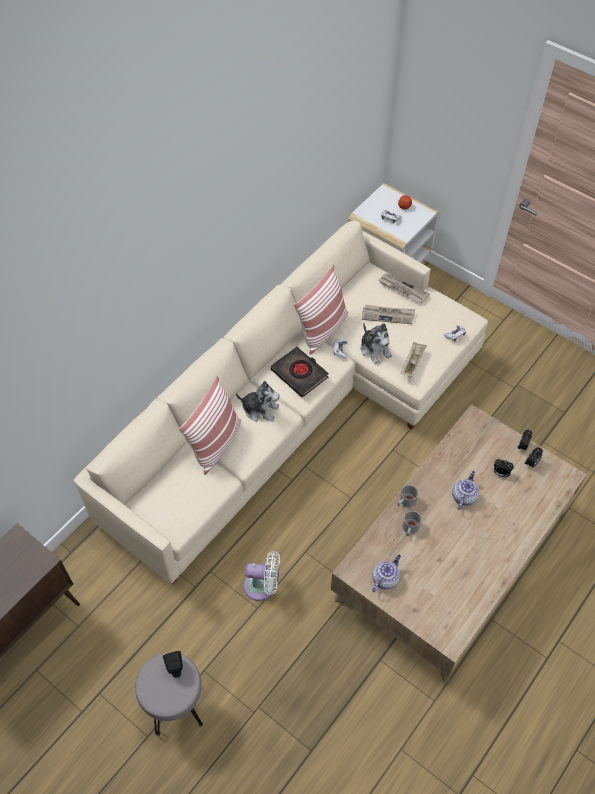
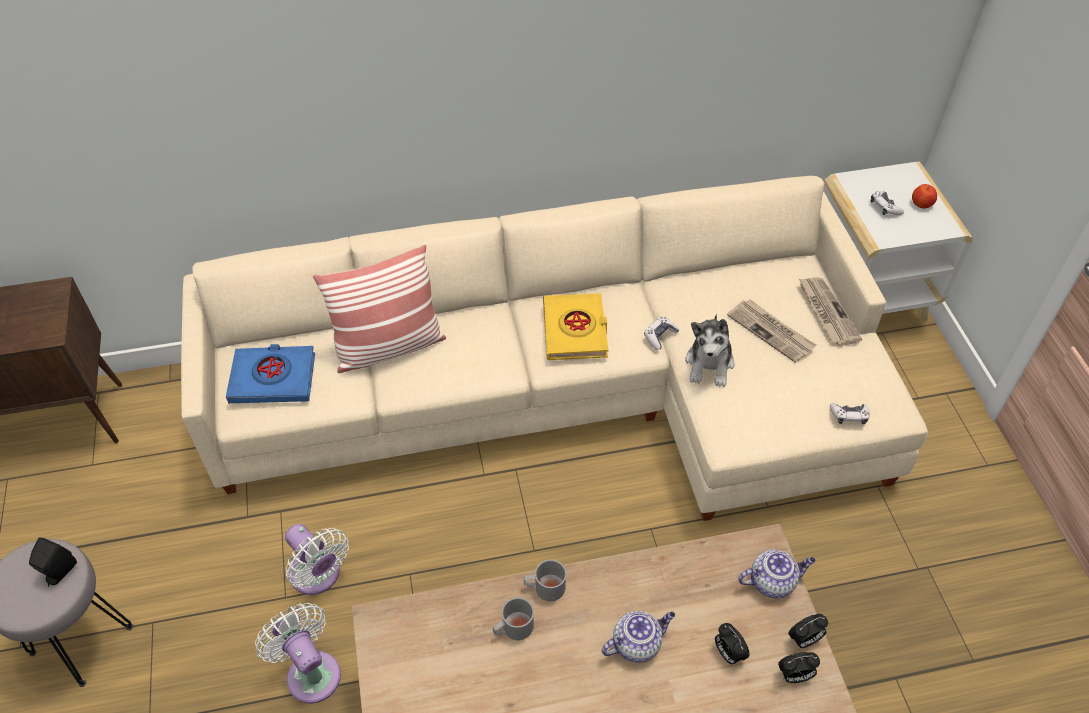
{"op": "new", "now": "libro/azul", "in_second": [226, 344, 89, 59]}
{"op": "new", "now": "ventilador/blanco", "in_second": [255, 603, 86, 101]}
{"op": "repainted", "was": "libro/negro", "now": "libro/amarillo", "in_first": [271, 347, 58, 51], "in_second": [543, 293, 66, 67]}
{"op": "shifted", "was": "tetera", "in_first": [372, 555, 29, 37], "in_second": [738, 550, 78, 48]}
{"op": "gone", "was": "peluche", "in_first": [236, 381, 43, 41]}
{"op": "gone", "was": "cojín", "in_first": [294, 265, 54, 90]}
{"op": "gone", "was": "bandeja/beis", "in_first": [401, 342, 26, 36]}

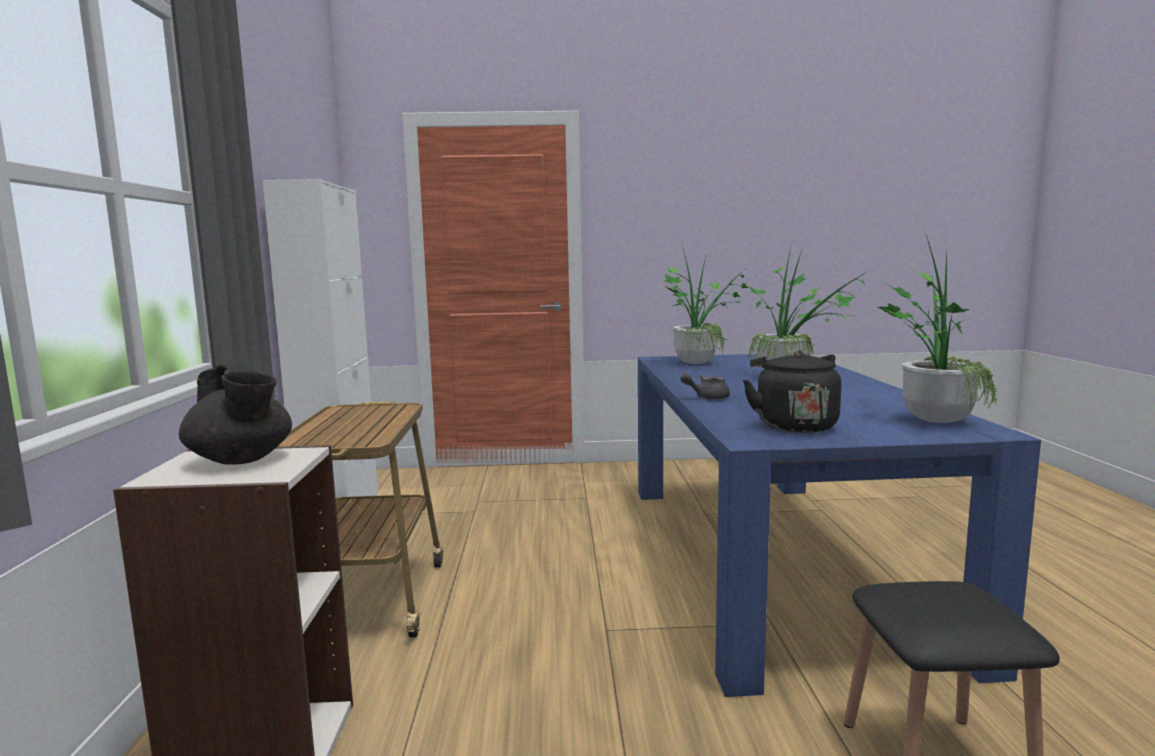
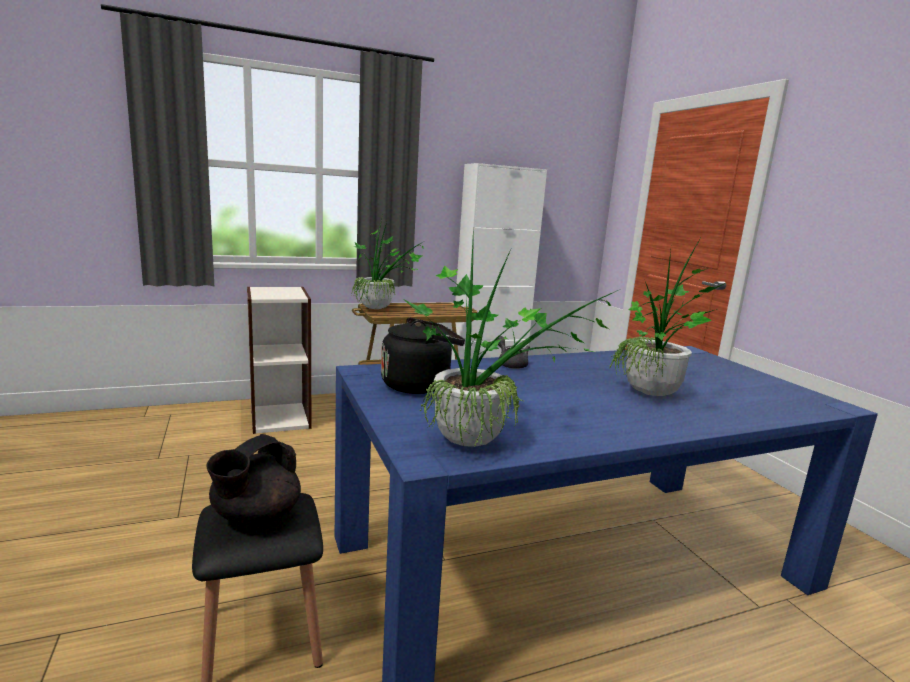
{"op": "shifted", "was": "tetera/negro", "in_first": [179, 363, 113, 102], "in_second": [206, 434, 95, 91]}
{"op": "shifted", "was": "planta en maceta", "in_first": [663, 246, 86, 118], "in_second": [351, 215, 75, 94]}

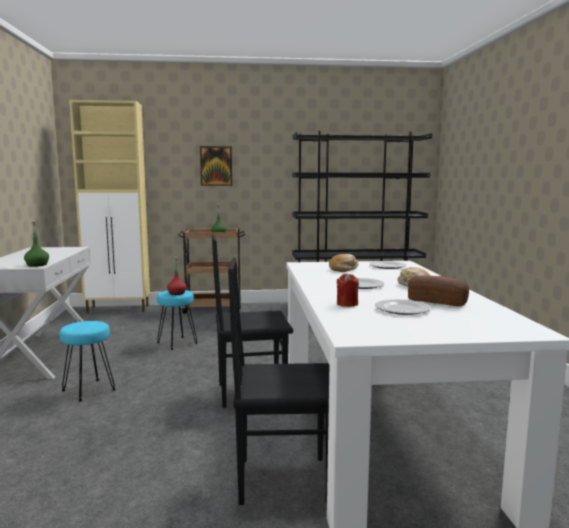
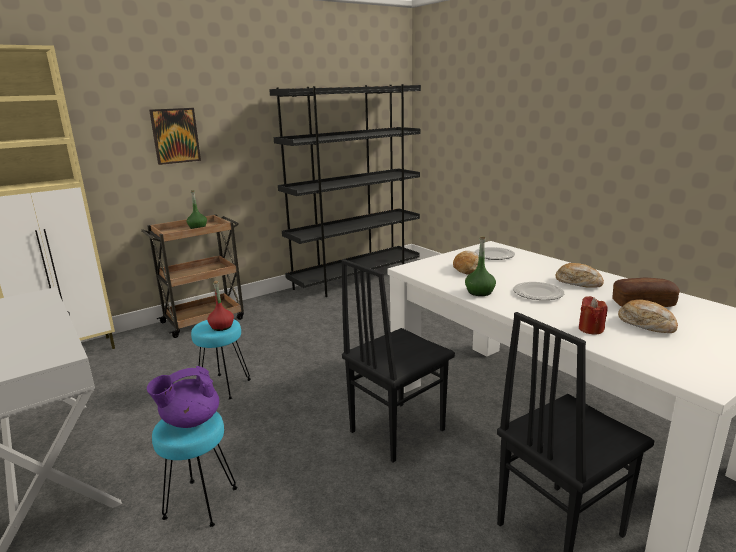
{"op": "new", "now": "tetera/morado", "in_second": [147, 366, 72, 62]}
{"op": "shifted", "was": "botella/verde", "in_first": [24, 222, 25, 45], "in_second": [465, 236, 31, 60]}
{"op": "swapped", "was": "plato", "now": "pan", "in_first": [375, 299, 56, 16], "in_second": [618, 299, 60, 34]}

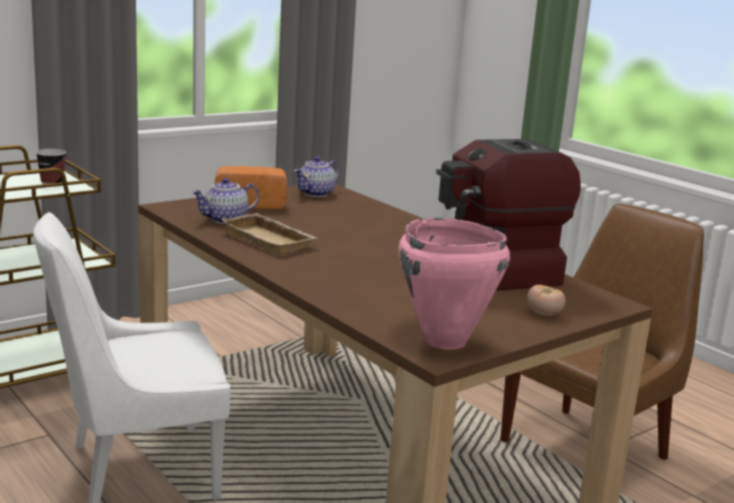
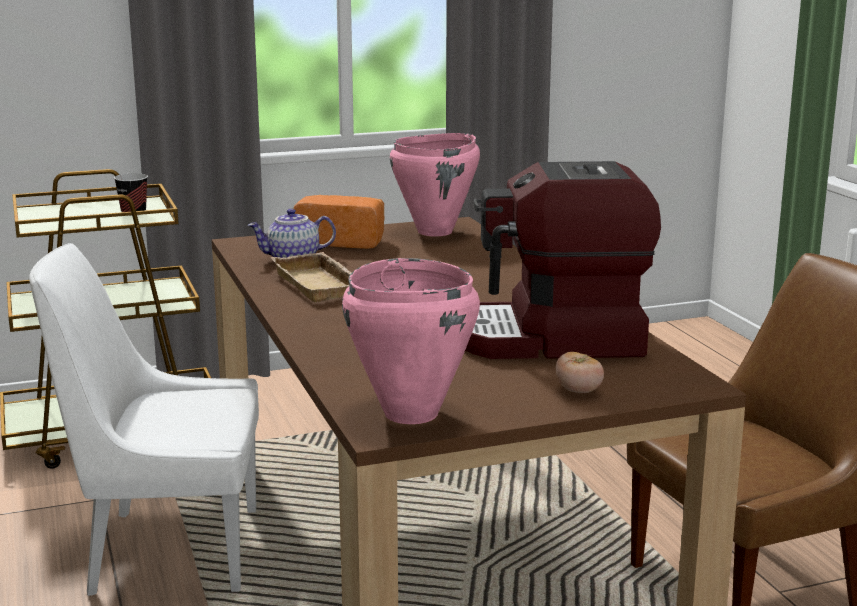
{"op": "swapped", "was": "tetera", "now": "olla/rosa", "in_first": [294, 156, 45, 41], "in_second": [390, 133, 90, 103]}

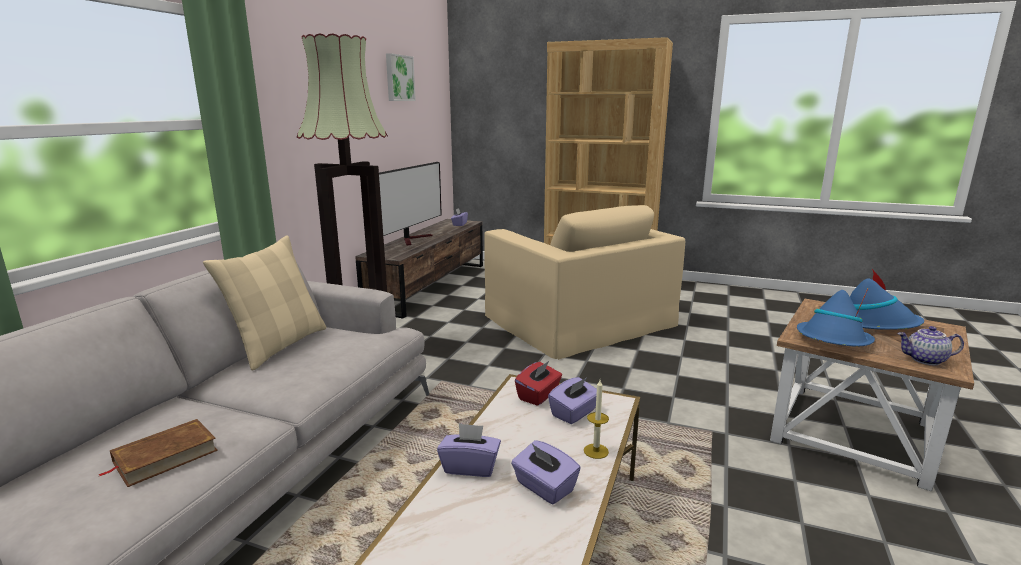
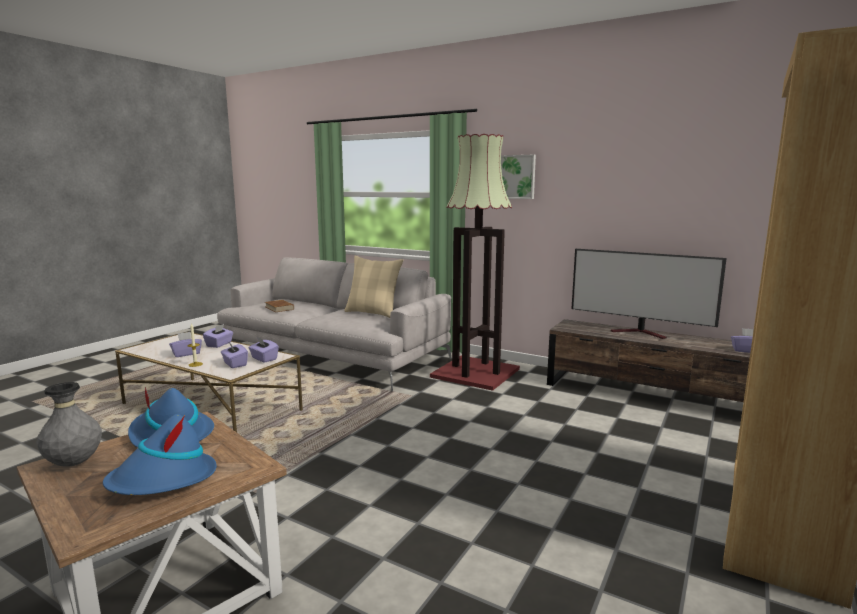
{"op": "swapped", "was": "tetera", "now": "florero/gris", "in_first": [897, 326, 67, 39], "in_second": [37, 382, 65, 85]}
{"op": "repainted", "was": "caja de pañuelos/rojo", "now": "caja de pañuelos/morado", "in_first": [515, 361, 47, 45], "in_second": [249, 337, 30, 26]}
{"op": "shifted", "was": "cuadro", "in_first": [386, 53, 30, 48], "in_second": [501, 155, 35, 44]}
{"op": "gone", "was": "sillón/beis", "in_first": [484, 205, 201, 155]}

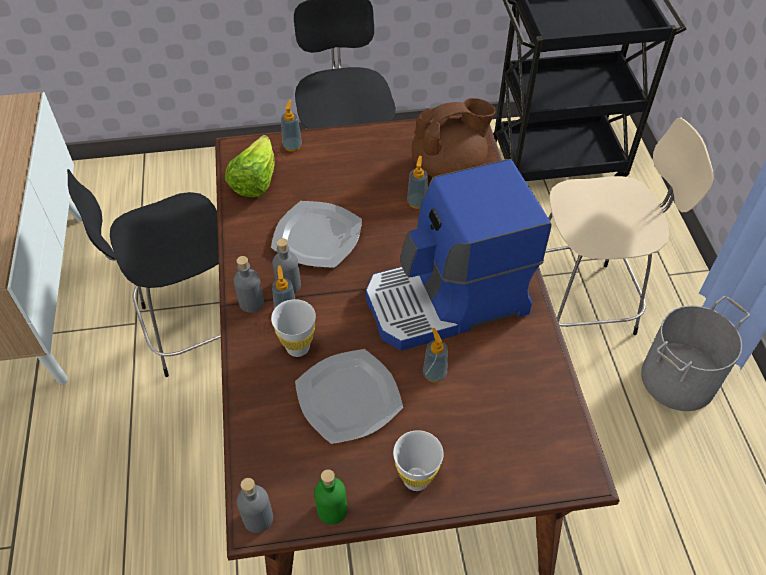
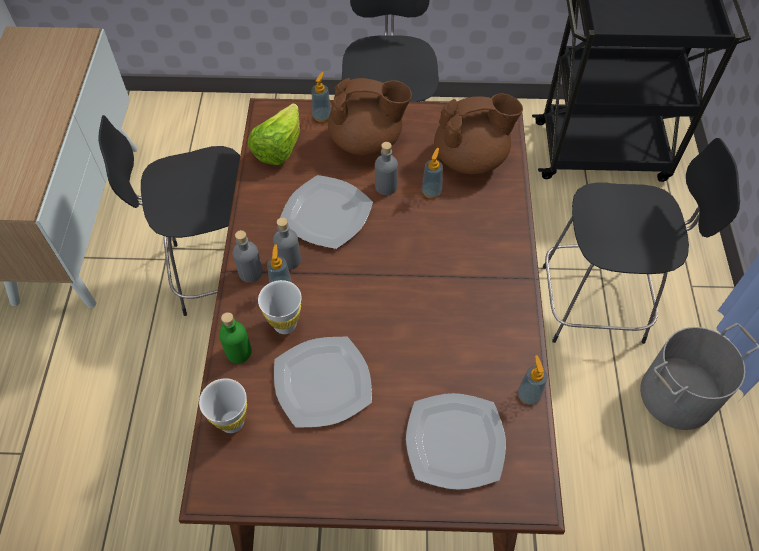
{"op": "shifted", "was": "taza/blanco", "in_first": [393, 430, 51, 61], "in_second": [199, 378, 48, 55]}
{"op": "shifted", "was": "botella/verde", "in_first": [314, 469, 33, 56], "in_second": [219, 312, 33, 51]}
{"op": "new", "now": "tetera/marrón", "in_second": [328, 78, 84, 77]}
{"op": "shifted", "was": "botella/gris", "in_first": [237, 478, 36, 55], "in_second": [375, 142, 23, 53]}
{"op": "new", "now": "plato", "in_second": [406, 393, 100, 97]}
{"op": "shifted", "was": "dispensador de jabón", "in_first": [423, 328, 25, 55], "in_second": [517, 355, 31, 50]}
{"op": "repainted", "was": "taburete/beis", "now": "taburete/negro", "in_first": [545, 117, 169, 218], "in_second": [543, 138, 197, 206]}
{"op": "gone", "was": "cafetera", "in_first": [366, 159, 186, 192]}

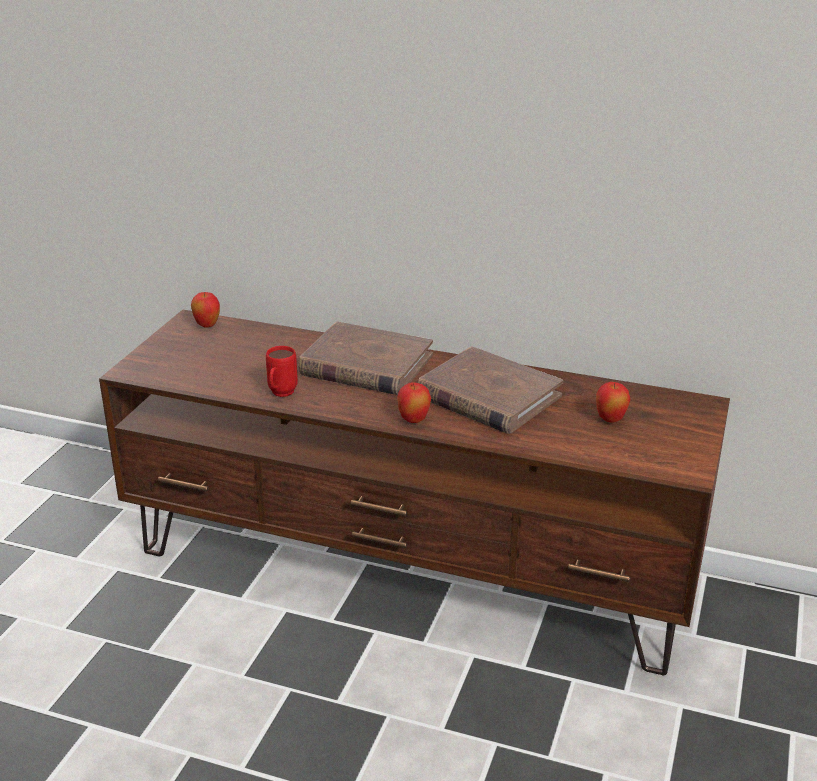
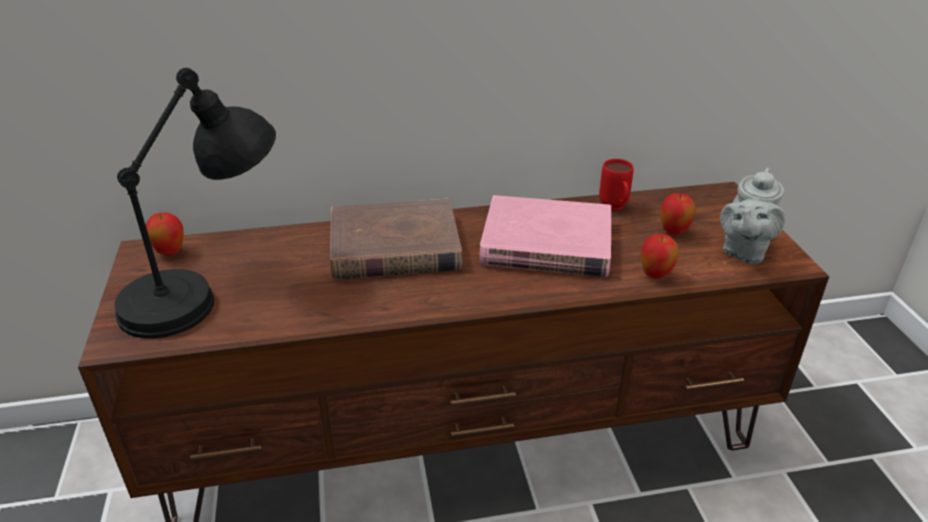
{"op": "new", "now": "lámpara de mesa/negro", "in_second": [115, 68, 161, 270]}
{"op": "repainted", "was": "libro/marrón", "now": "libro/rosa", "in_first": [418, 346, 145, 88], "in_second": [479, 195, 132, 82]}
{"op": "shifted", "was": "taza grande/rojo", "in_first": [266, 346, 32, 51], "in_second": [599, 159, 35, 52]}
{"op": "shifted", "was": "manzana", "in_first": [397, 382, 34, 41], "in_second": [641, 234, 38, 45]}
{"op": "new", "now": "tetera/gris", "in_second": [720, 168, 65, 96]}

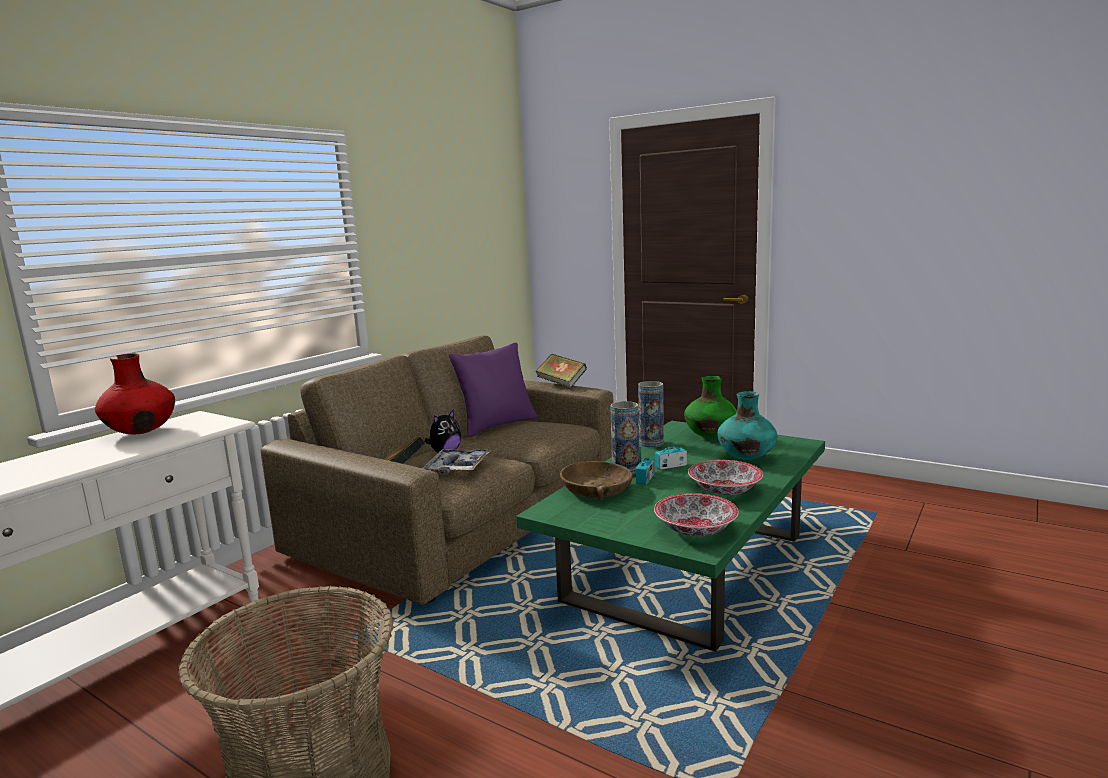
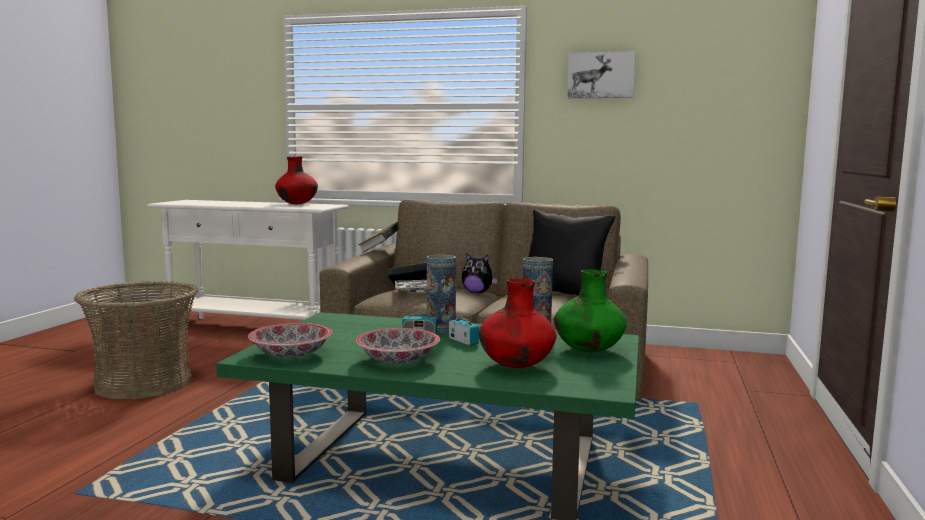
{"op": "shifted", "was": "libro", "in_first": [536, 354, 51, 34], "in_second": [358, 222, 40, 31]}
{"op": "repainted", "was": "florero/turquesa", "now": "florero/rojo", "in_first": [717, 391, 61, 69], "in_second": [478, 278, 79, 90]}
{"op": "repainted", "was": "cojín/morado", "now": "cojín/negro", "in_first": [448, 342, 90, 95], "in_second": [529, 209, 86, 87]}
{"op": "new", "now": "cuadro", "in_second": [567, 51, 69, 47]}
{"op": "gone", "was": "cuenco/marrón", "in_first": [560, 461, 73, 39]}

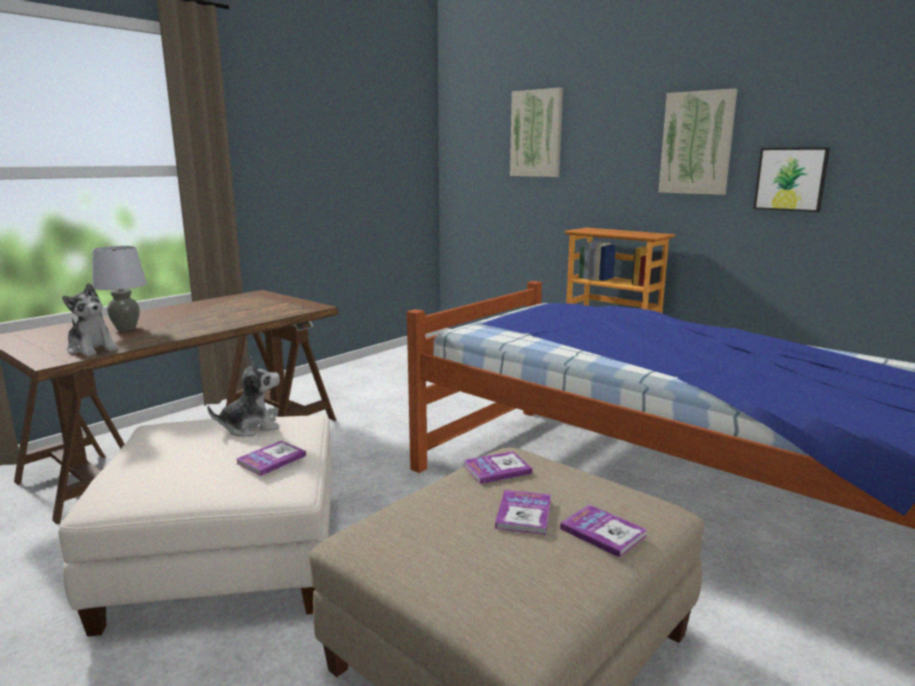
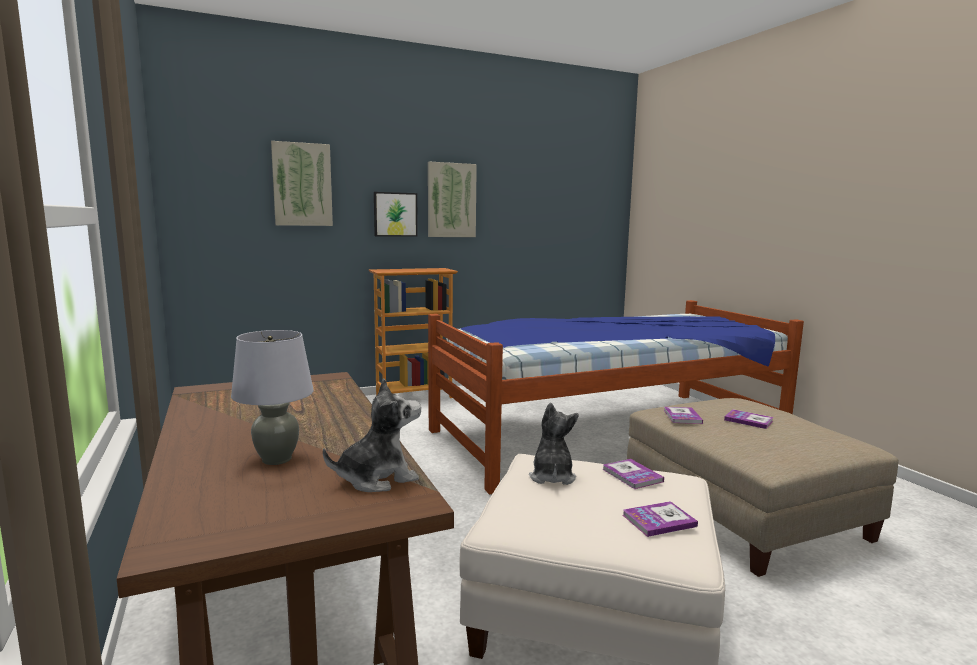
{"op": "shifted", "was": "cuadro", "in_first": [754, 147, 76, 65], "in_second": [374, 192, 44, 45]}
{"op": "shifted", "was": "libro", "in_first": [560, 505, 87, 53], "in_second": [623, 501, 75, 36]}

